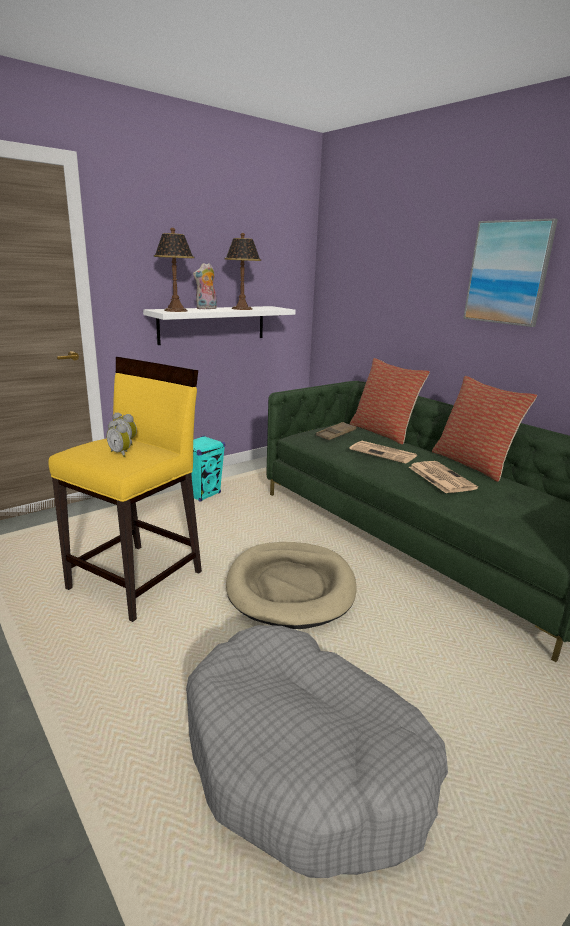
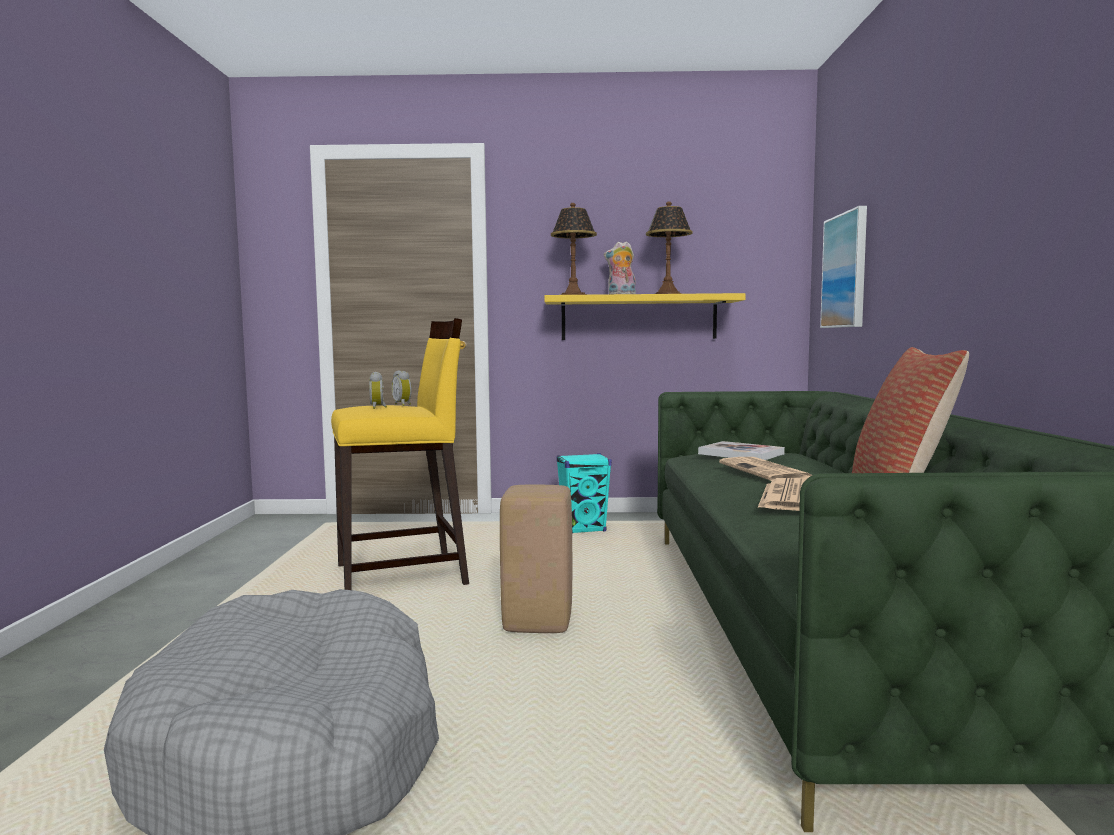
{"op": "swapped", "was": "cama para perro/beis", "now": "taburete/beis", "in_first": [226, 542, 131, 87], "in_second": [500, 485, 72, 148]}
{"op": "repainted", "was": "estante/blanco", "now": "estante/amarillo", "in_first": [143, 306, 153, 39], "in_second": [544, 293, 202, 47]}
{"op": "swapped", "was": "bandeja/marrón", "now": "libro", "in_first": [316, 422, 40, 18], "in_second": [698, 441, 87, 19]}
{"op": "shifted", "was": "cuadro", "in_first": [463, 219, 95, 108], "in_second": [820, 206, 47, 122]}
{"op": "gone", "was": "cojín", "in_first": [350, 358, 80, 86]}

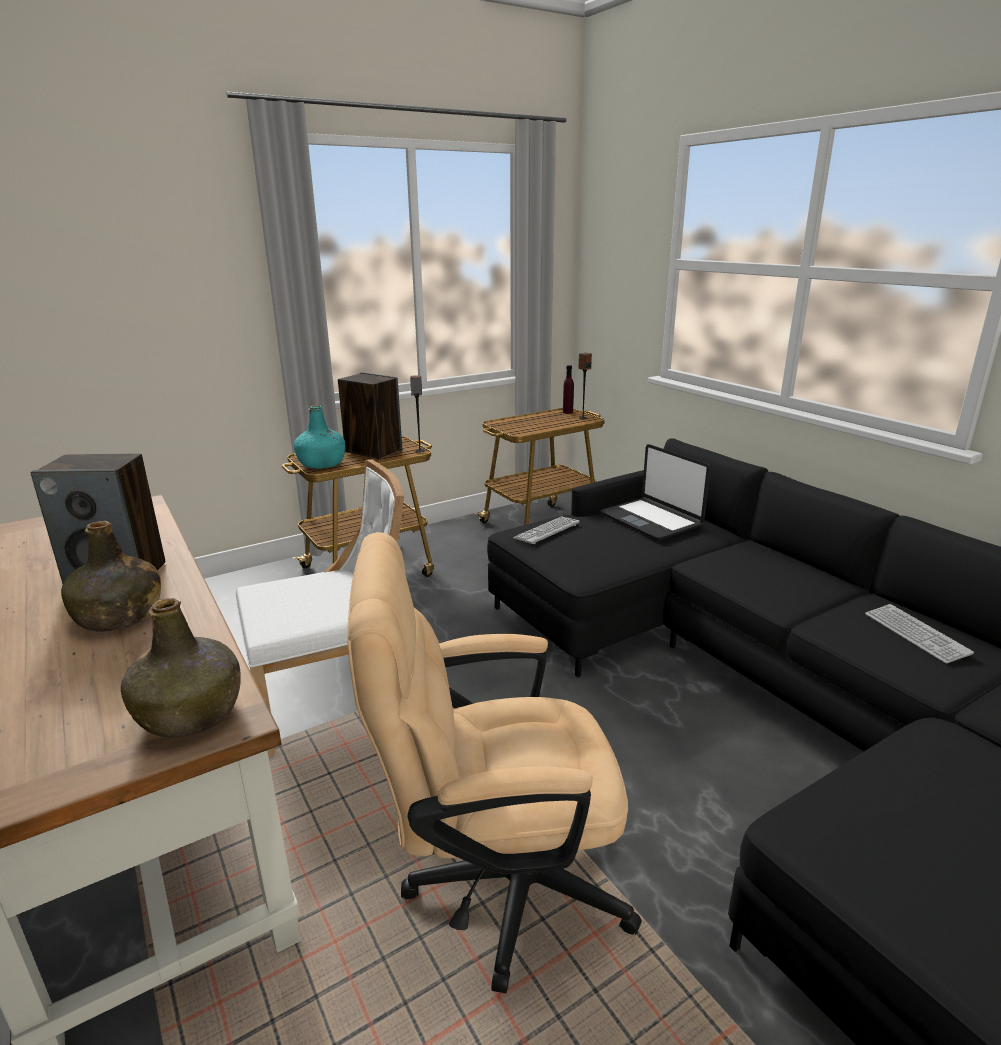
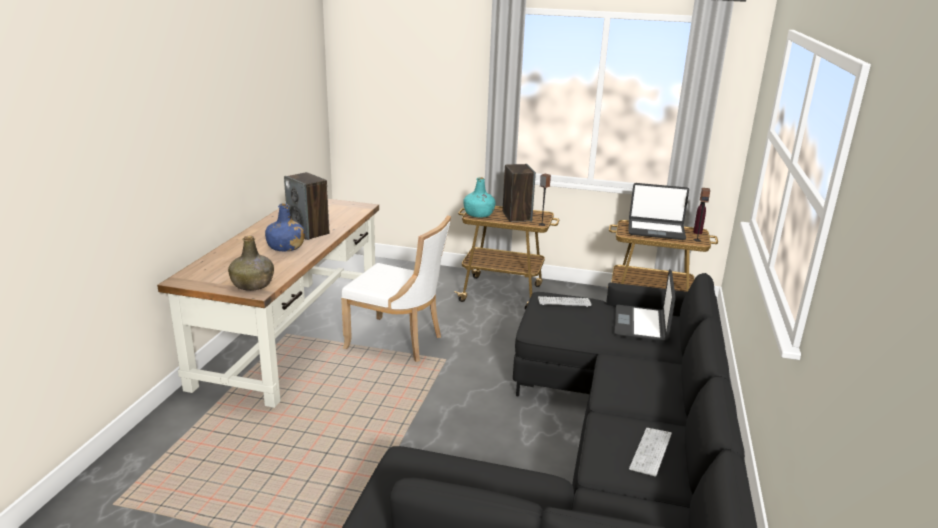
{"op": "repainted", "was": "botella/verde", "now": "botella/azul", "in_first": [61, 521, 100, 111], "in_second": [265, 203, 40, 48]}
{"op": "new", "now": "portátil", "in_second": [629, 183, 60, 57]}
{"op": "gone", "was": "silla de oficina/beis", "in_first": [347, 532, 295, 462]}

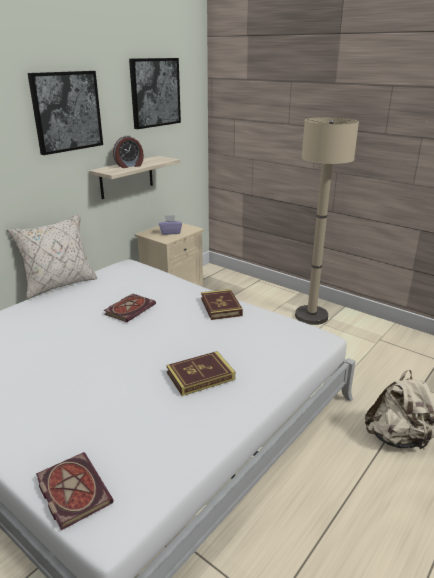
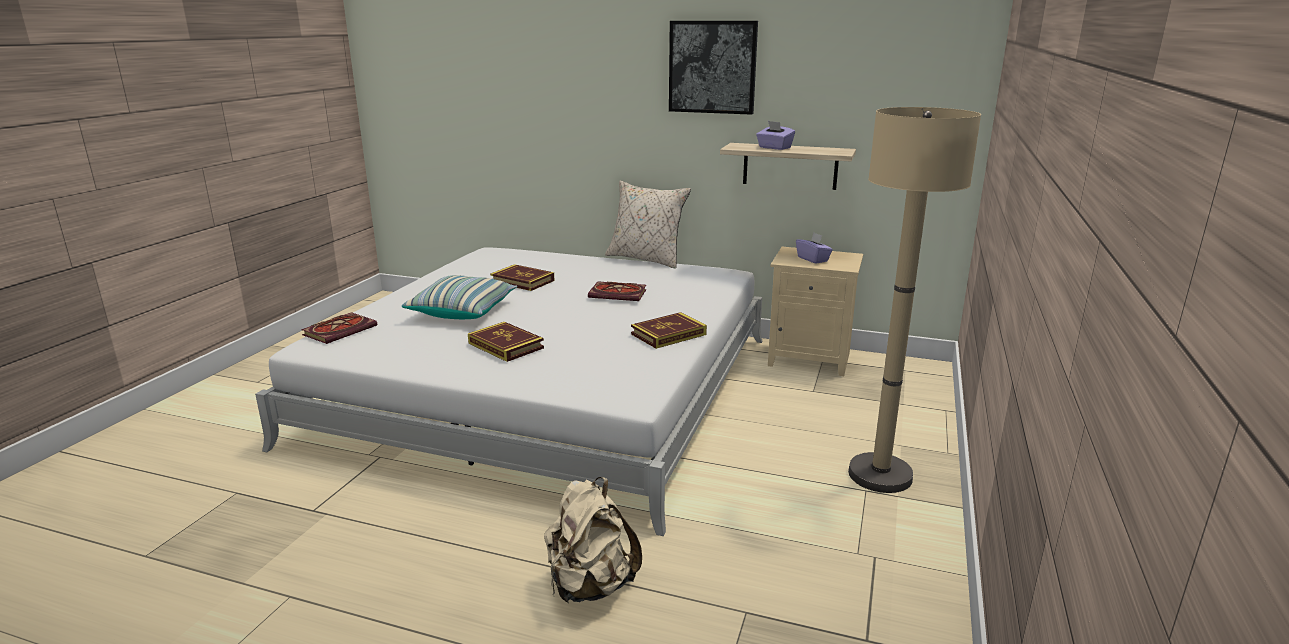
{"op": "new", "now": "cojín", "in_second": [402, 275, 116, 44]}
{"op": "new", "now": "libro", "in_second": [490, 264, 64, 27]}
{"op": "swapped", "was": "despertador", "now": "caja de pañuelos/morado", "in_first": [113, 136, 31, 32], "in_second": [756, 121, 39, 29]}
{"op": "gone", "was": "cuadro", "in_first": [129, 58, 52, 71]}

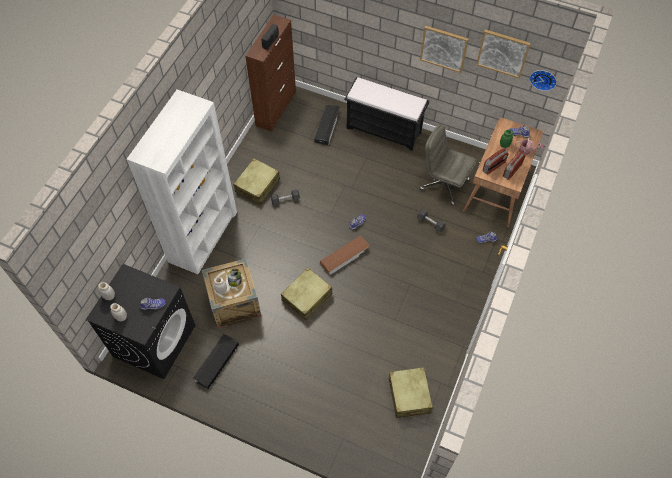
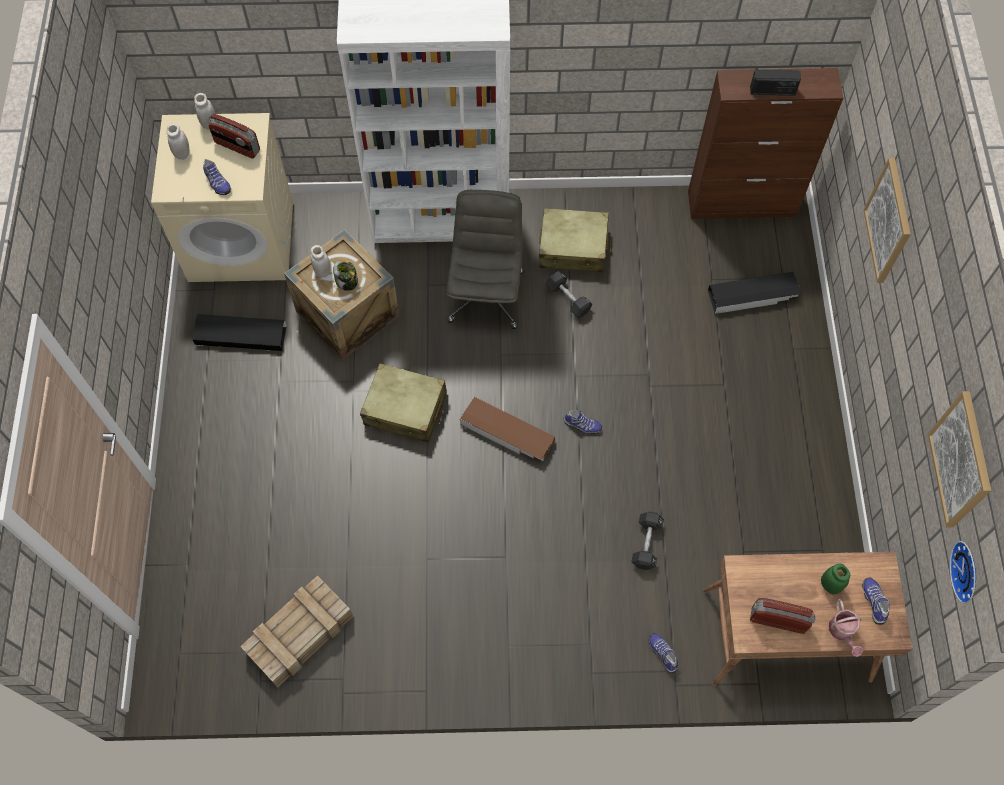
{"op": "repainted", "was": "lavadora/negro", "now": "lavadora/beis", "in_first": [86, 264, 110, 115], "in_second": [151, 113, 142, 169]}
{"op": "shifted", "was": "radio", "in_first": [483, 148, 25, 27], "in_second": [209, 114, 51, 45]}
{"op": "swapped", "was": "maleta/beis", "now": "caja de embalaje", "in_first": [389, 367, 44, 51], "in_second": [240, 575, 113, 113]}
{"op": "shifted", "was": "silla de oficina/gris", "in_first": [420, 124, 56, 81], "in_second": [446, 190, 79, 139]}
{"op": "shifted", "was": "cuadro", "in_first": [420, 25, 49, 48], "in_second": [864, 158, 47, 125]}
{"op": "gone", "was": "banco/negro", "in_first": [345, 77, 84, 74]}

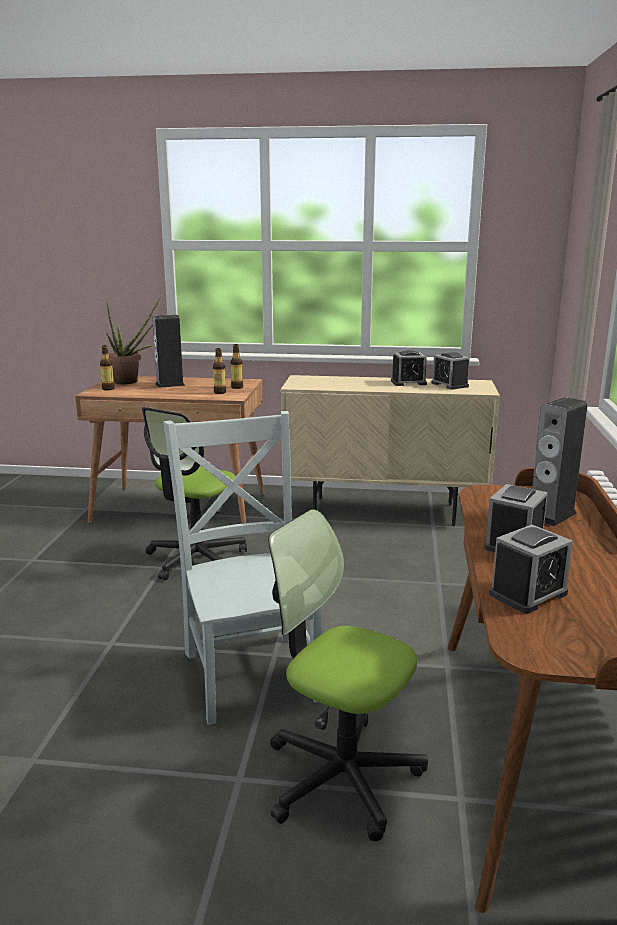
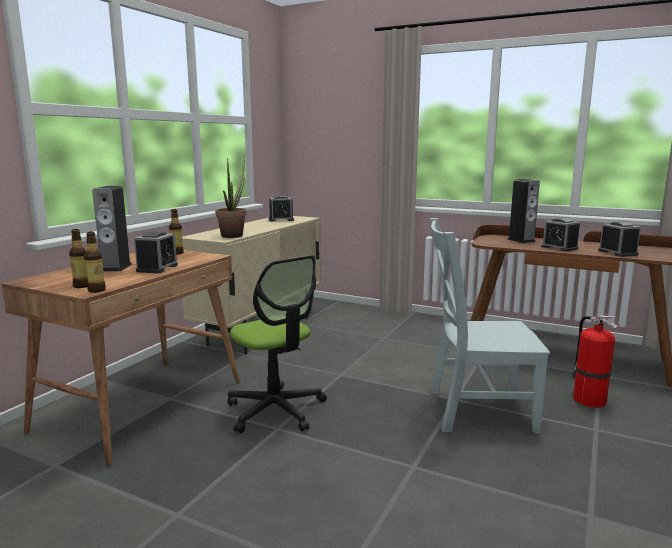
{"op": "shifted", "was": "botella", "in_first": [213, 348, 13, 46], "in_second": [84, 232, 22, 61]}
{"op": "shifted", "was": "despertador", "in_first": [391, 350, 36, 36], "in_second": [134, 231, 44, 42]}
{"op": "shifted", "was": "planta en maceta", "in_first": [106, 296, 55, 88], "in_second": [215, 155, 31, 83]}
{"op": "swapped", "was": "silla de oficina", "now": "extintor", "in_first": [268, 509, 160, 333], "in_second": [571, 315, 47, 93]}

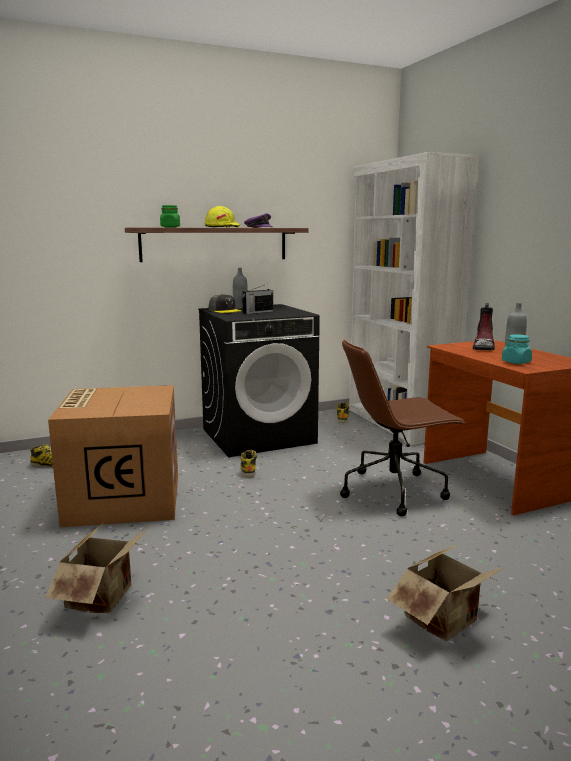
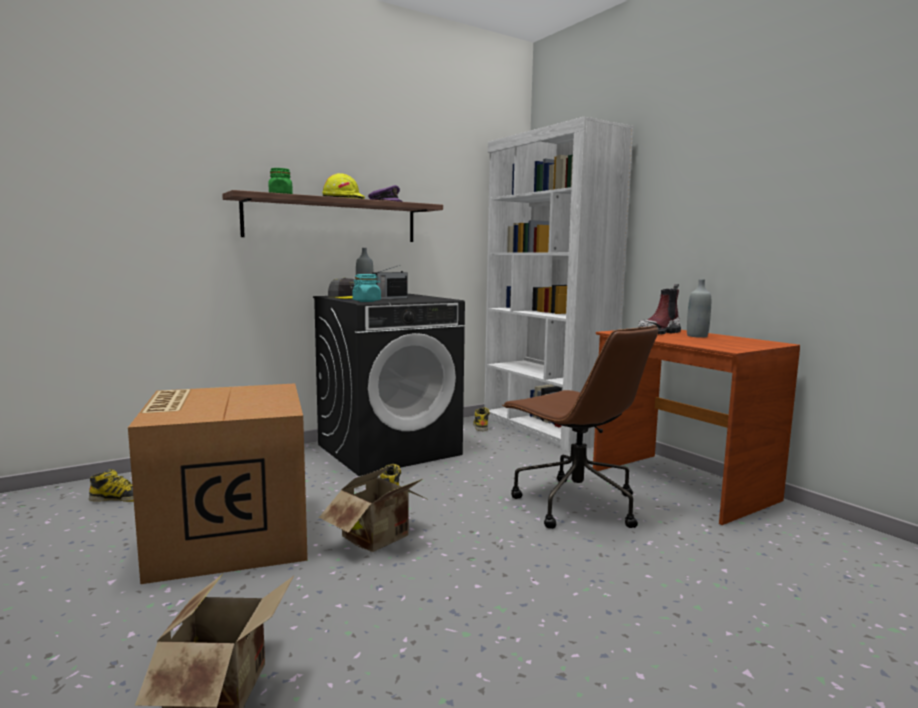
{"op": "shifted", "was": "caja de cartón", "in_first": [387, 545, 118, 96], "in_second": [319, 466, 107, 86]}
{"op": "shifted", "was": "tarro/turquesa", "in_first": [502, 334, 30, 30], "in_second": [352, 274, 29, 28]}
{"op": "rotated", "was": "silla de oficina/marrón", "in_first": [340, 340, 126, 176], "in_second": [502, 325, 156, 204], "clockwise": -105}
{"op": "rotated", "was": "bota", "in_first": [473, 303, 22, 47], "in_second": [638, 284, 43, 50], "clockwise": 45}

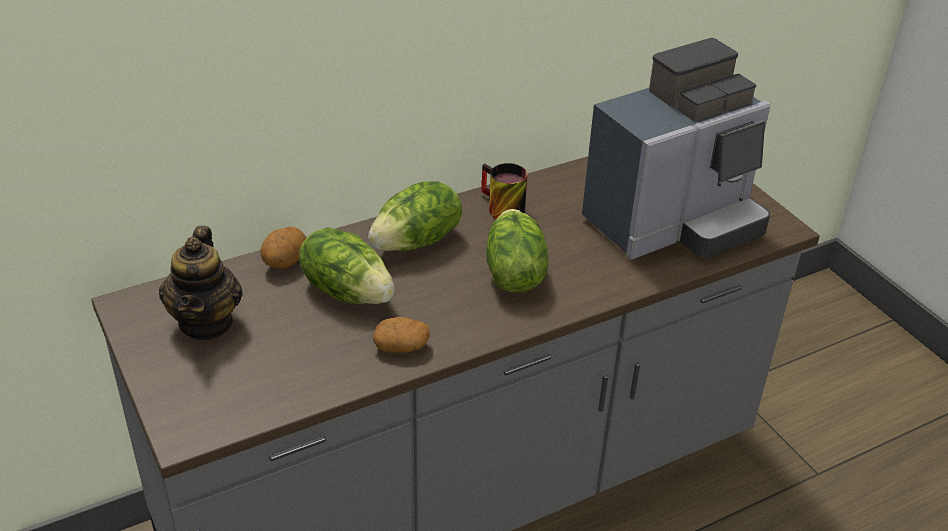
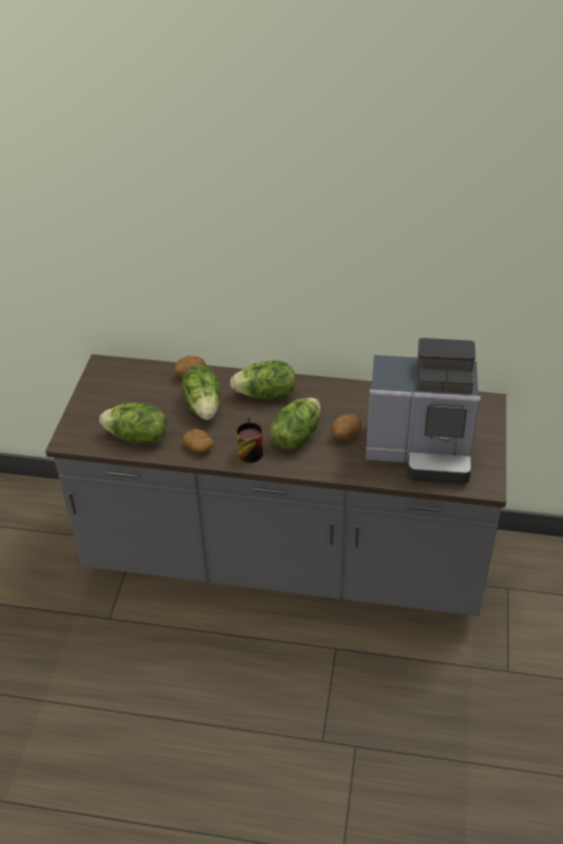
{"op": "new", "now": "lechuga", "in_second": [99, 403, 68, 41]}
{"op": "shifted", "was": "taza grande", "in_first": [481, 163, 47, 56], "in_second": [237, 417, 26, 46]}
{"op": "new", "now": "patata", "in_second": [331, 414, 31, 26]}
{"op": "gone", "was": "tetera", "in_first": [159, 226, 84, 114]}

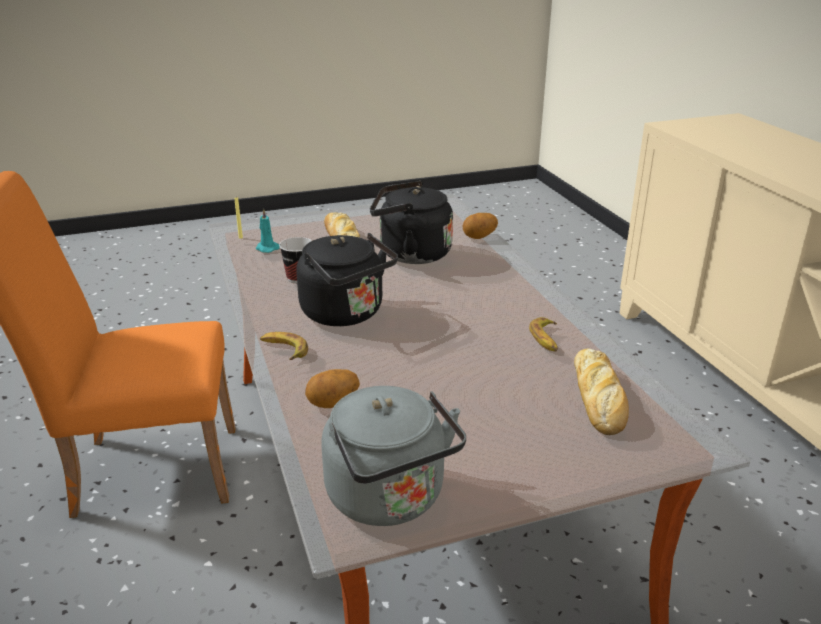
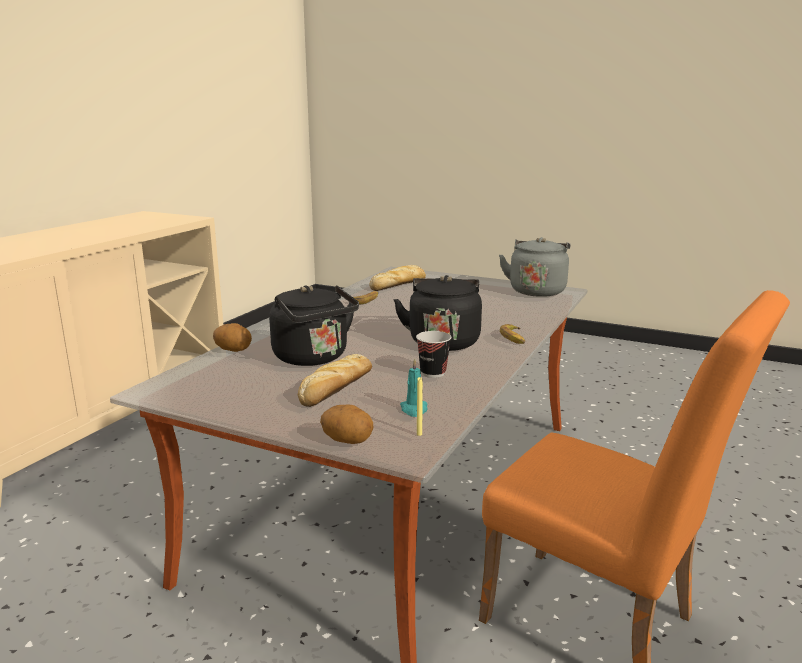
{"op": "shifted", "was": "patata", "in_first": [305, 369, 55, 39], "in_second": [320, 404, 53, 40]}

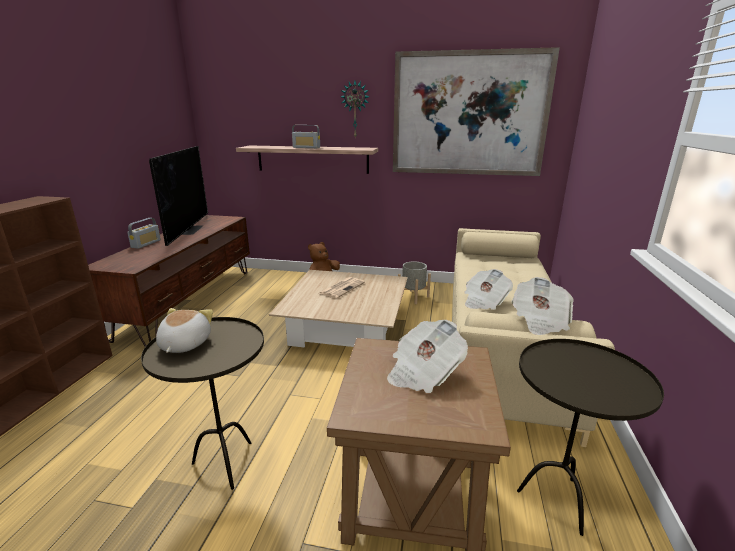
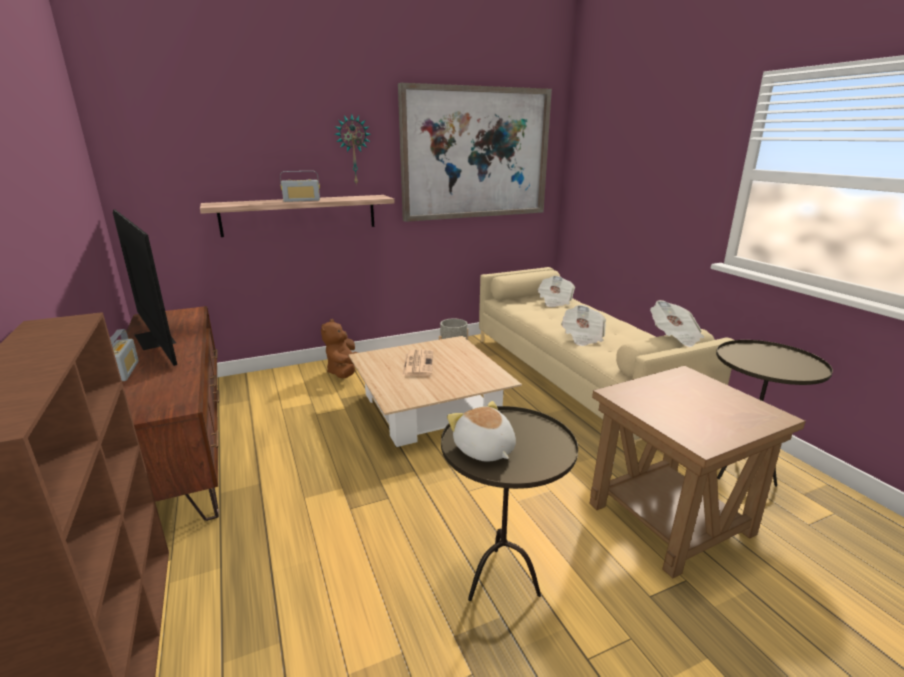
{"op": "shifted", "was": "periódico", "in_first": [387, 320, 81, 73], "in_second": [537, 276, 38, 31]}

